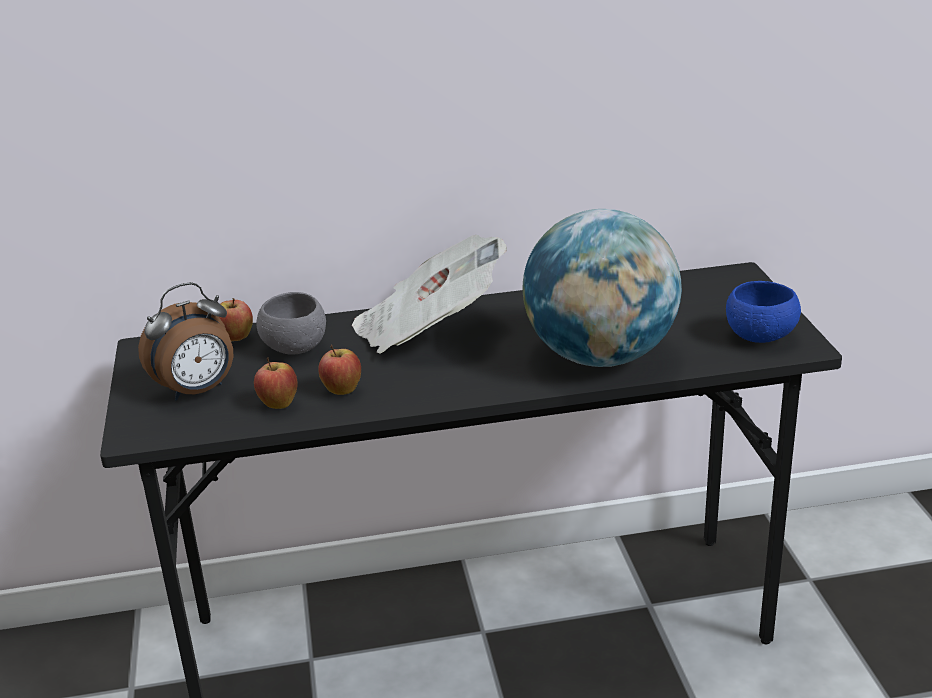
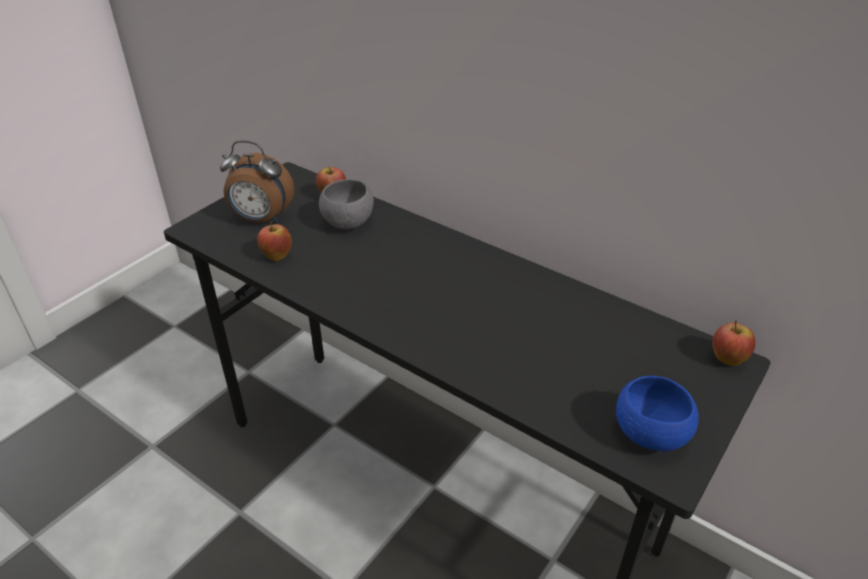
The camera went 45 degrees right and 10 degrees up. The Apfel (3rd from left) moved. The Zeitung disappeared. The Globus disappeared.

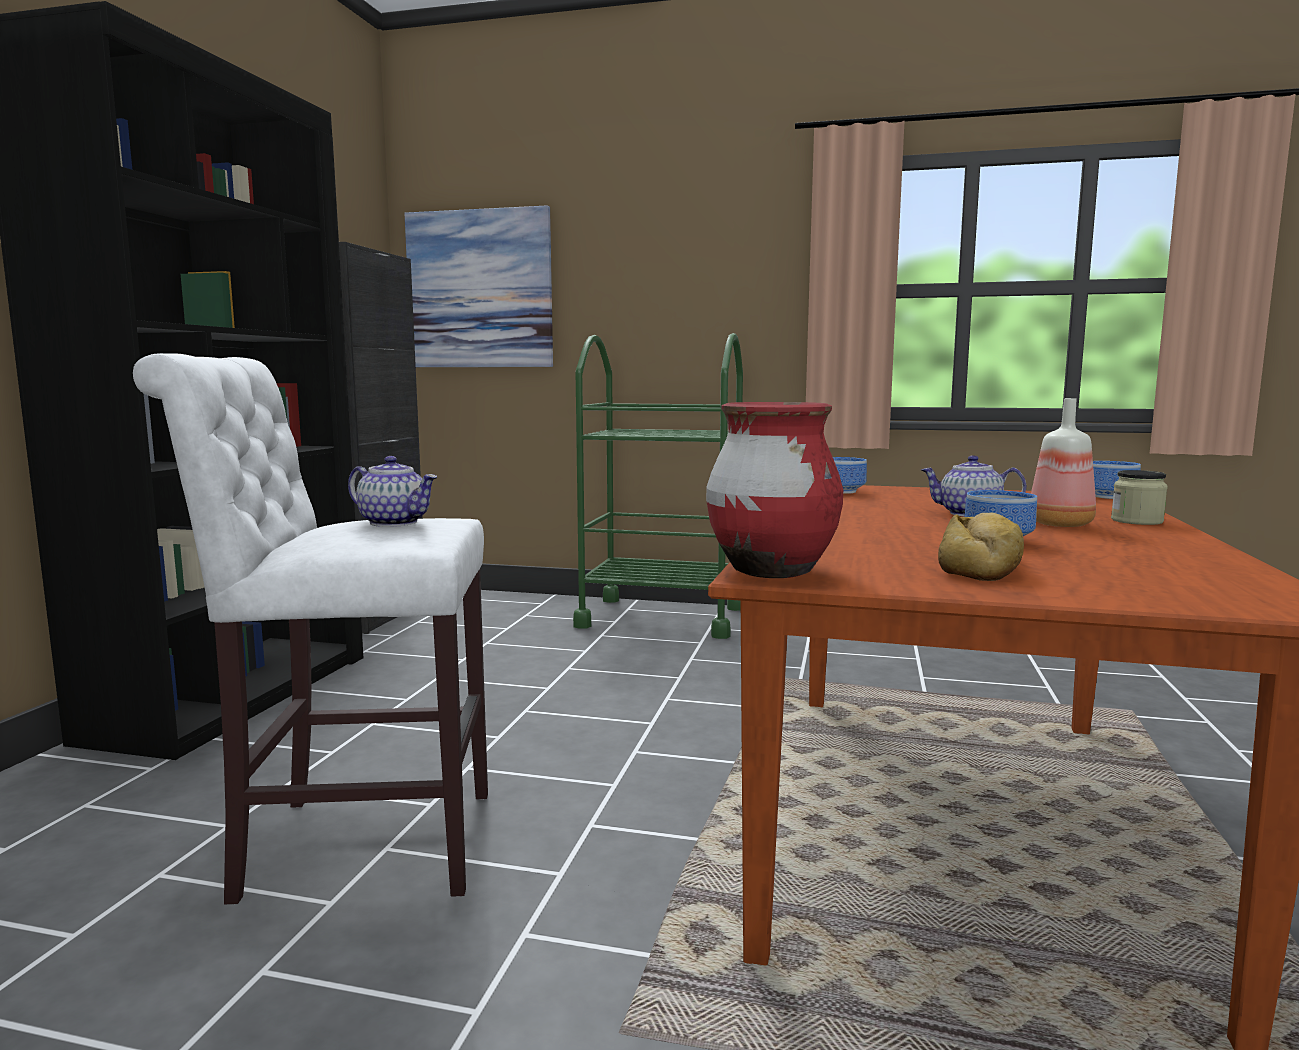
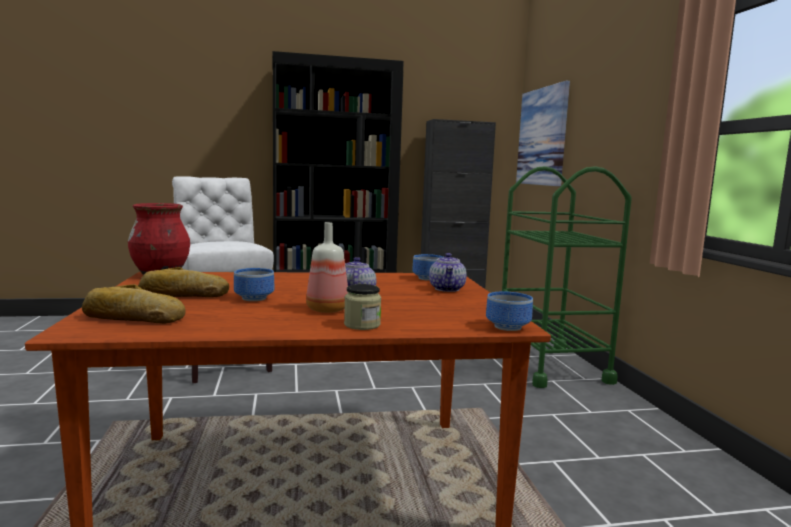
The camera went 65 degrees right and 0 degrees up. The Teekanne (1st from left in the first image) moved. The Brot (1st from left) appeared.

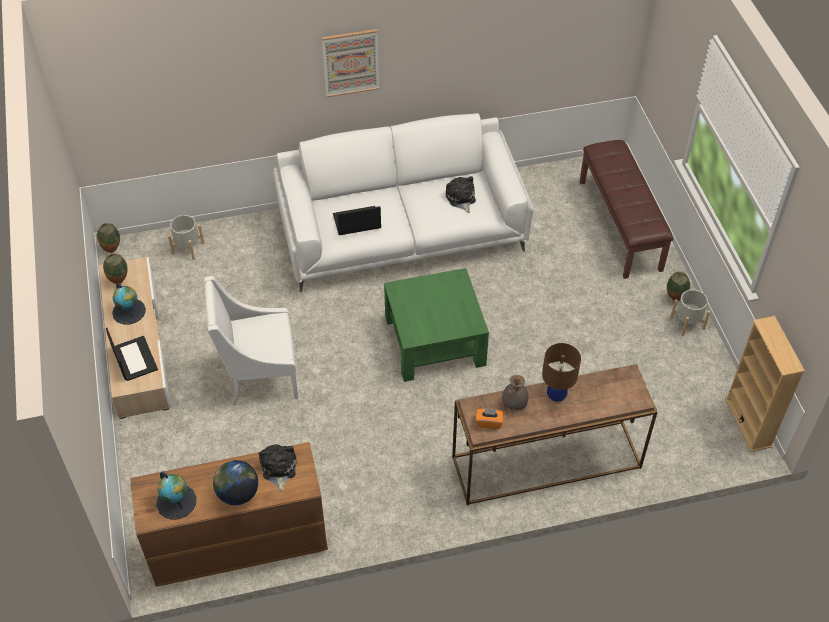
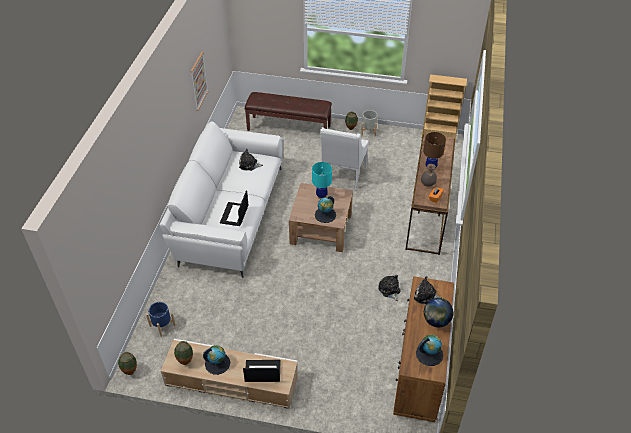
The camera went 65 degrees left and 5 degrees down. The Pflanzkübel/grau (1st from left) became the Pflanzkübel/blau. The Sessel/weiß moved. The Bild moved. The Couchtisch/grün became the Couchtisch/braun. The Tischlampe/türkis appeared. The Globus (2nd from left) appeared. The Plüschtier (2nd from left) appeared.

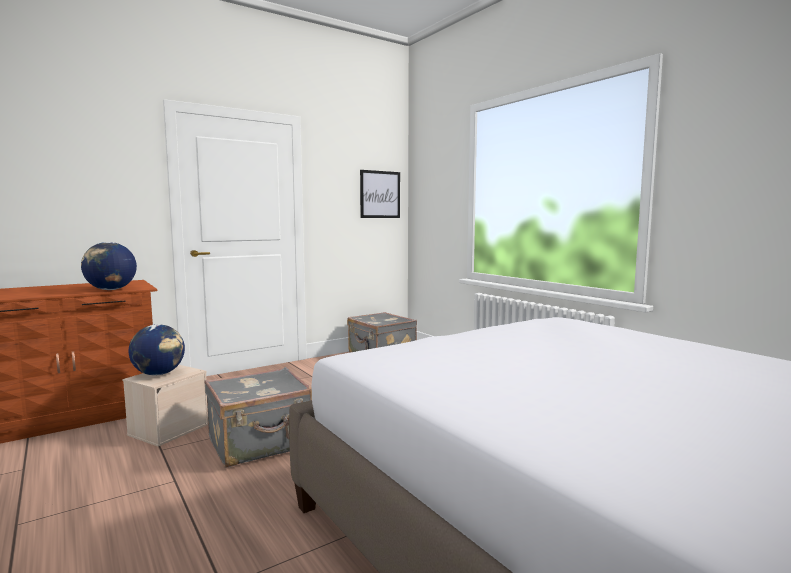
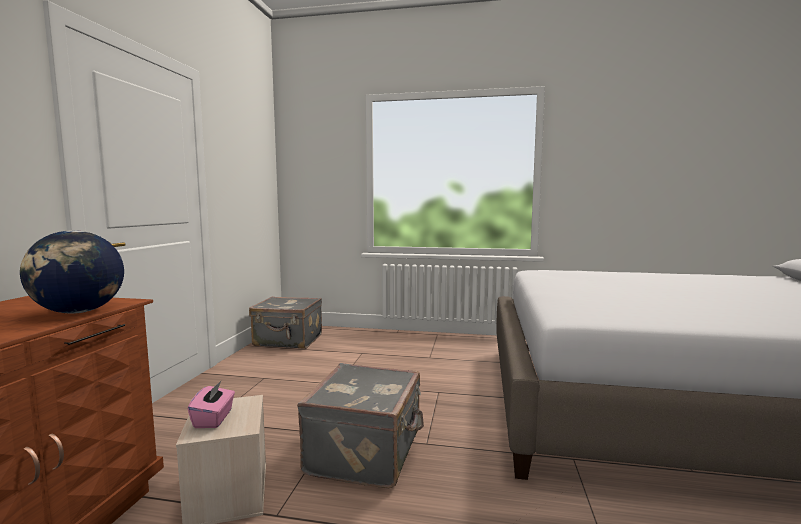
The camera went 45 degrees left and 0 degrees up. The Globus (2nd from left) was replaced by the Taschentuchbox/rosa. The Bild disappeared.

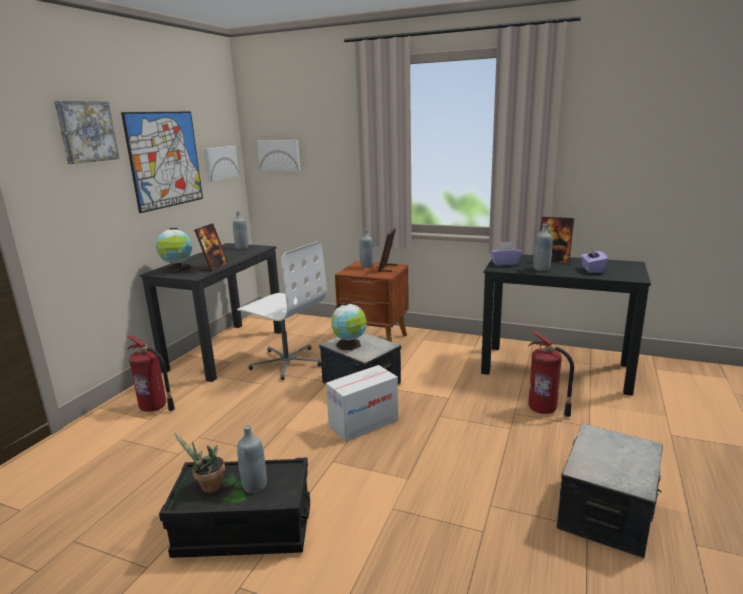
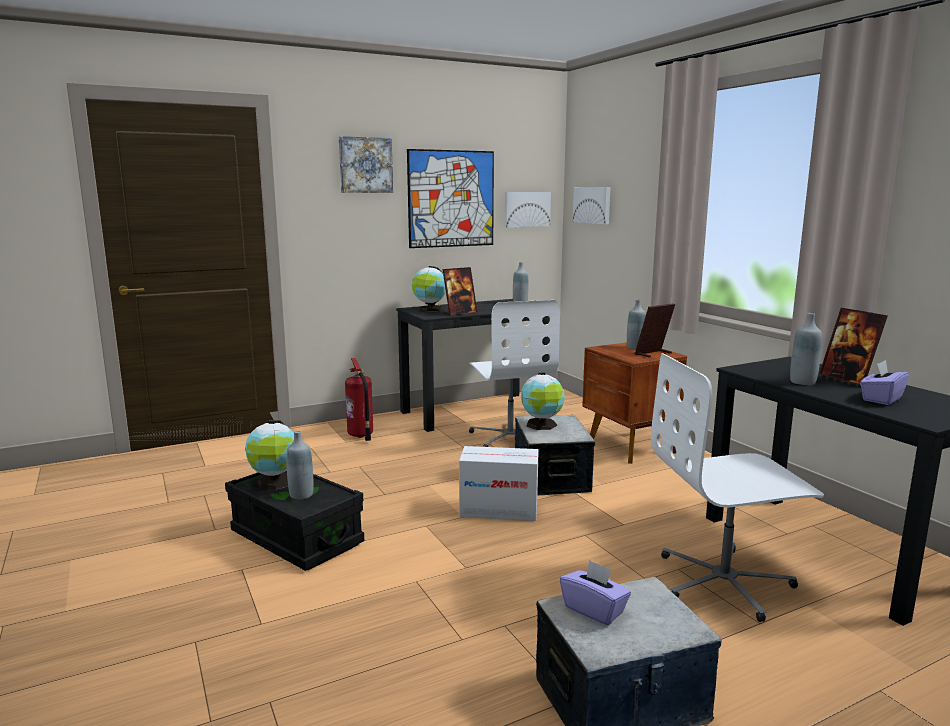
The camera went 40 degrees right and 5 degrees down. The Topfpflanze was replaced by the Globus (1st from left). The Taschentuchbox/lila (1st from left) moved. The Feuerlöscher (2nd from left) was replaced by the Bürostuhl/weiß (2nd from left).

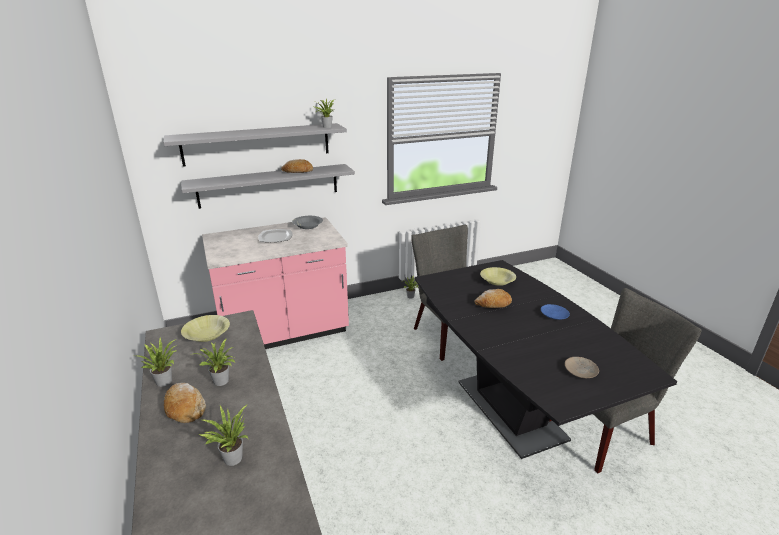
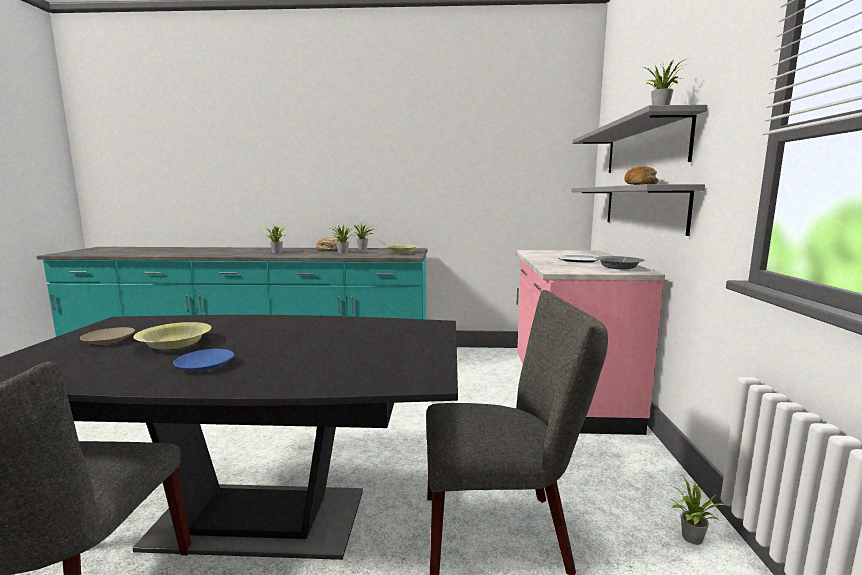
The camera went 115 degrees right and 15 degrees down. The Brot (3rd from left) disappeared. The Schüssel/gelb (2nd from left in the first image) moved.

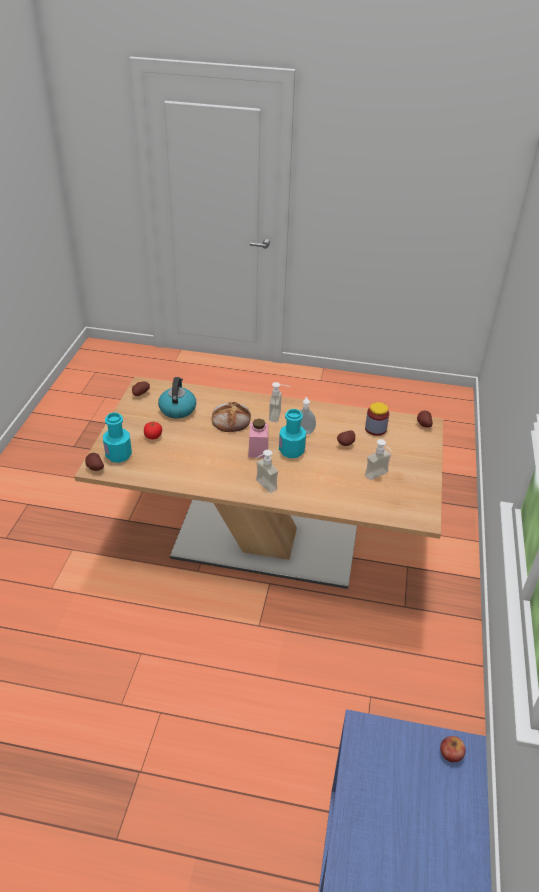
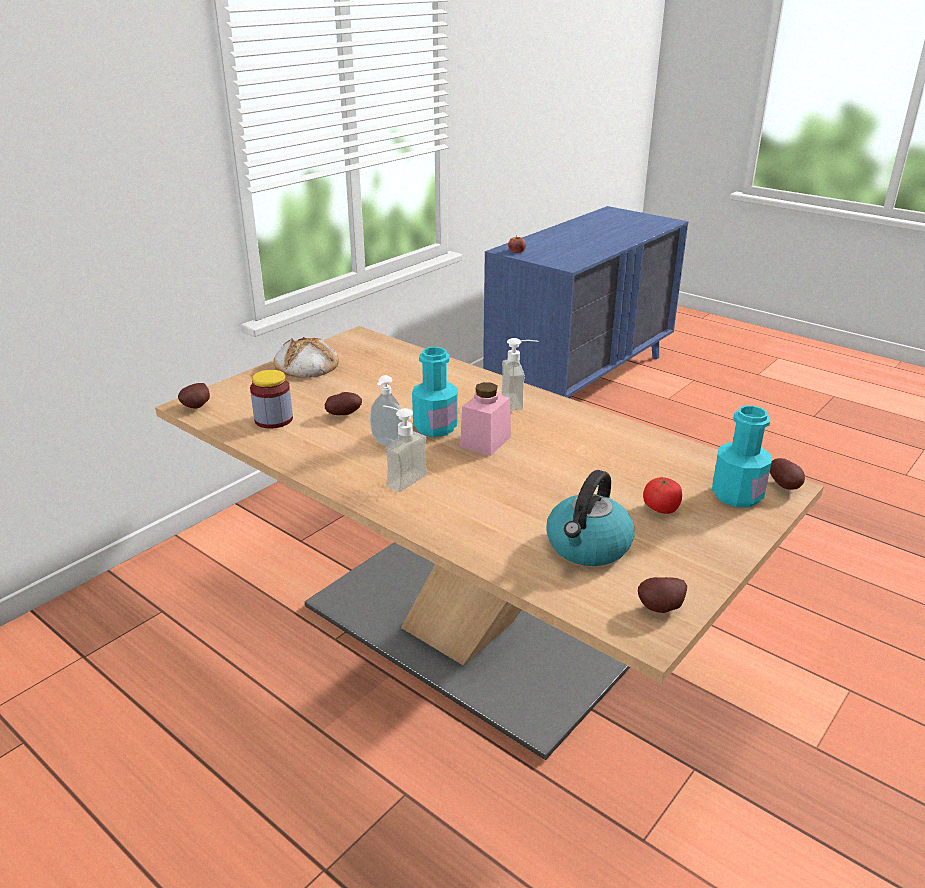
The camera went 150 degrees left and 10 degrees down. The Brot moved. The Seifenspender (4th from left) disappeared.

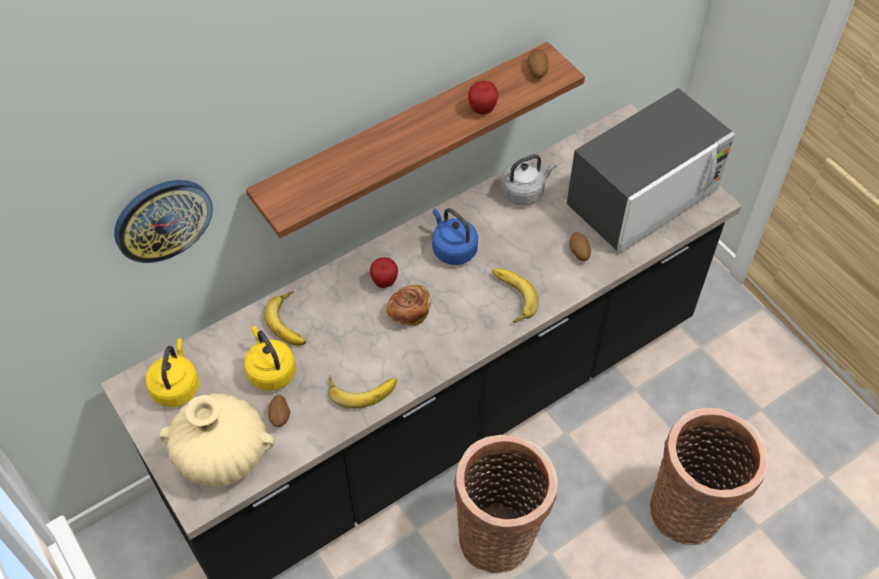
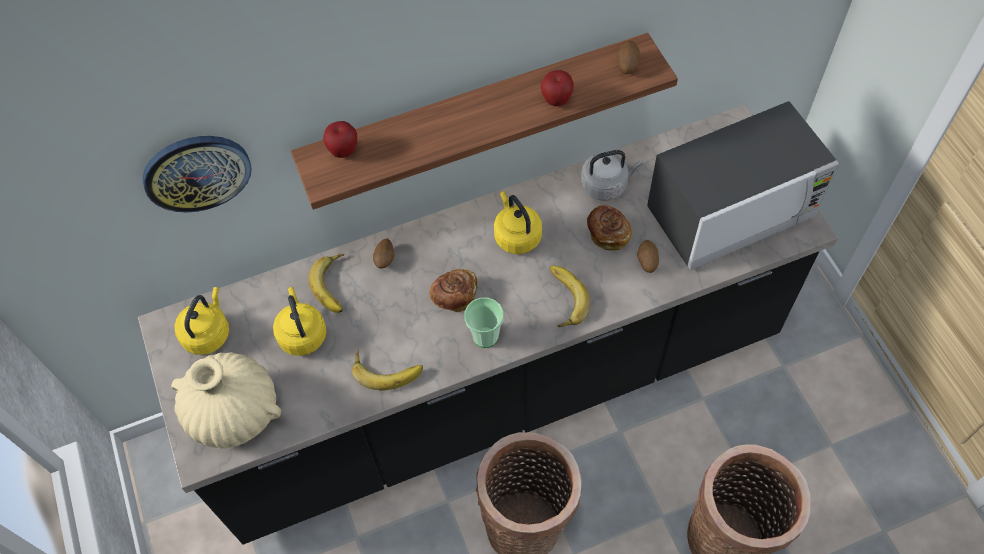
The camera went 15 degrees right and 5 degrees up. The Kartoffel (1st from left) moved. The Apfel (1st from left) moved. The Wasserkessel/blau became the Wasserkessel/gelb (3rd from left). The Tasse appeared. The Brot (2nd from left) appeared.

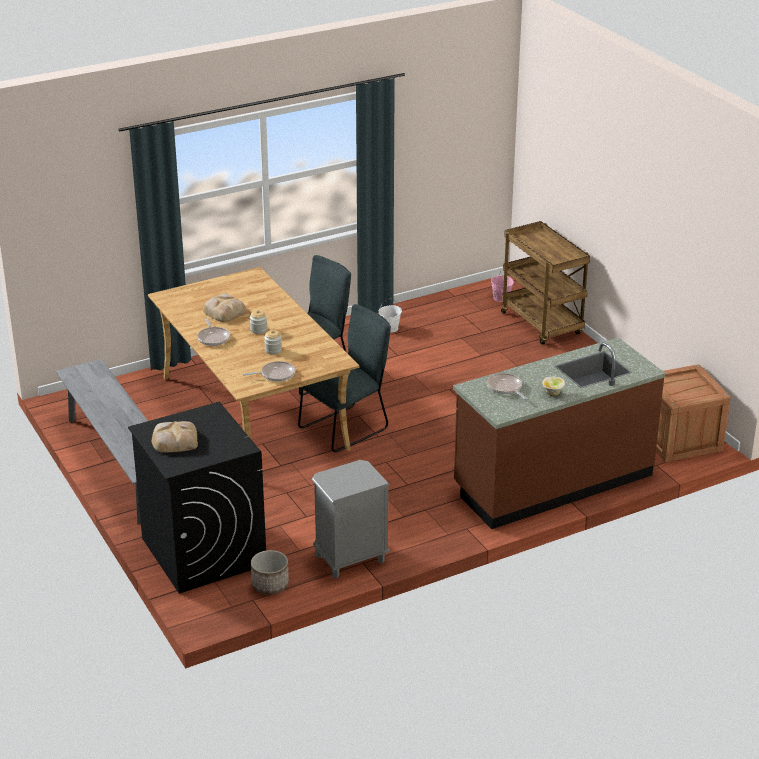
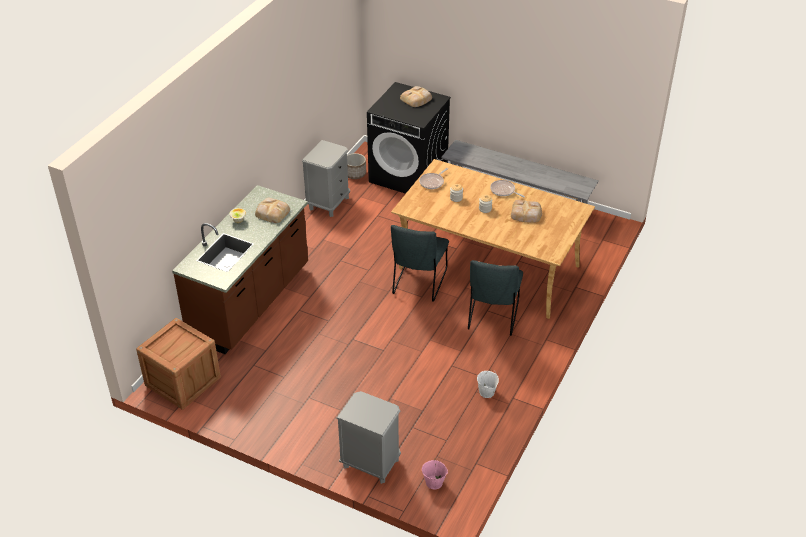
The camera went 145 degrees right and 10 degrees up. The Pfanne (3rd from left) was replaced by the Brot (1st from left). The Rollwagen/braun was replaced by the Nachttisch/grau (2nd from left).

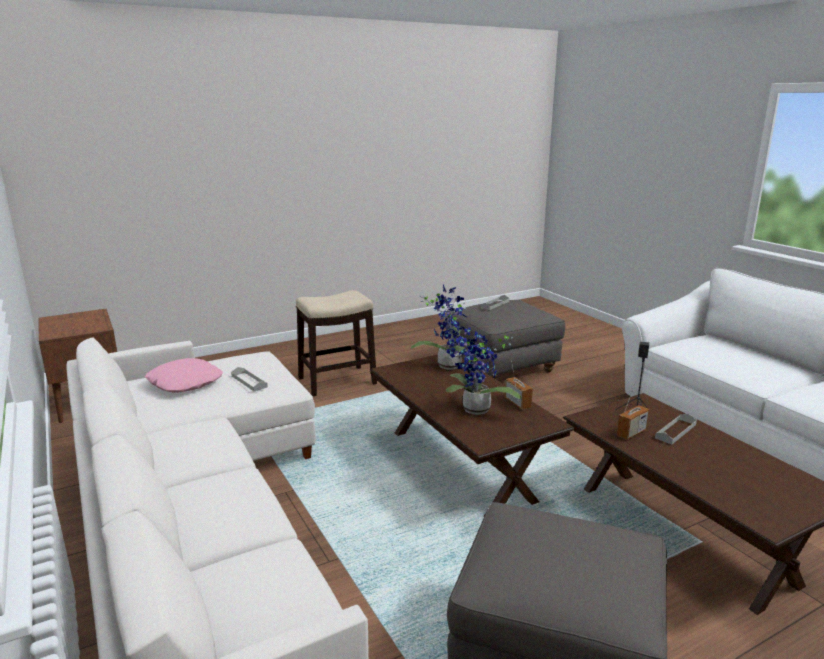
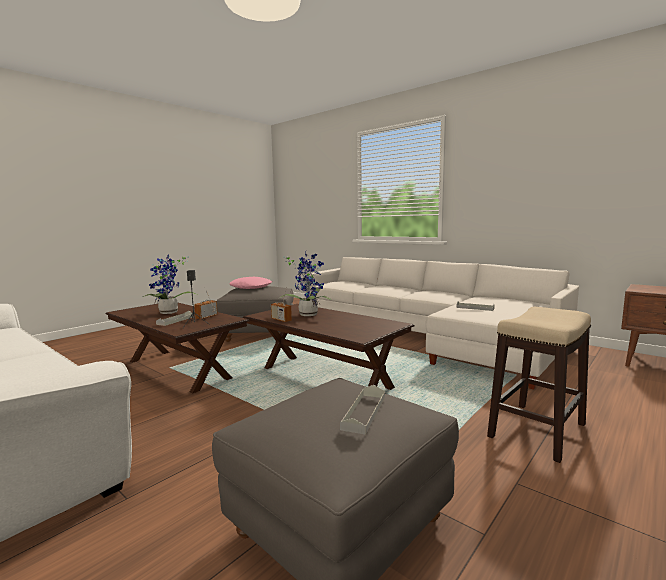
The camera went 160 degrees right and 10 degrees down. The Kissen/rosa moved. The Topfpflanze (1st from left) moved.

